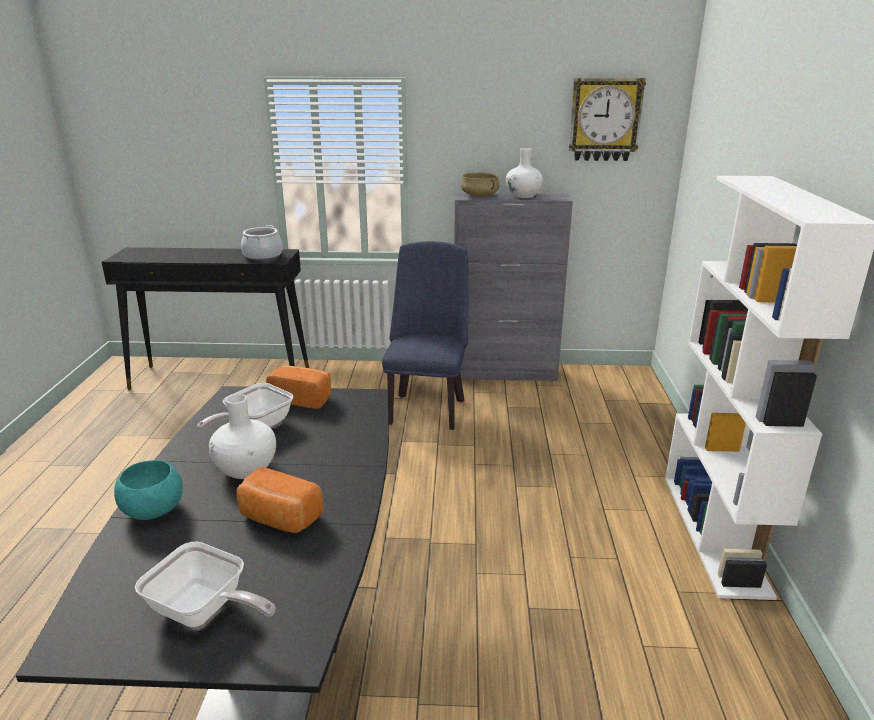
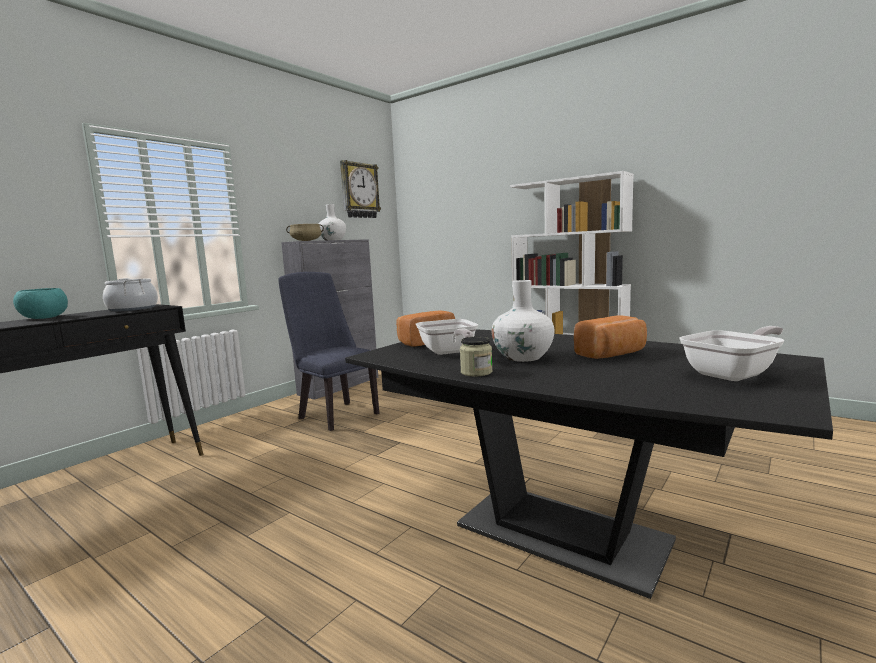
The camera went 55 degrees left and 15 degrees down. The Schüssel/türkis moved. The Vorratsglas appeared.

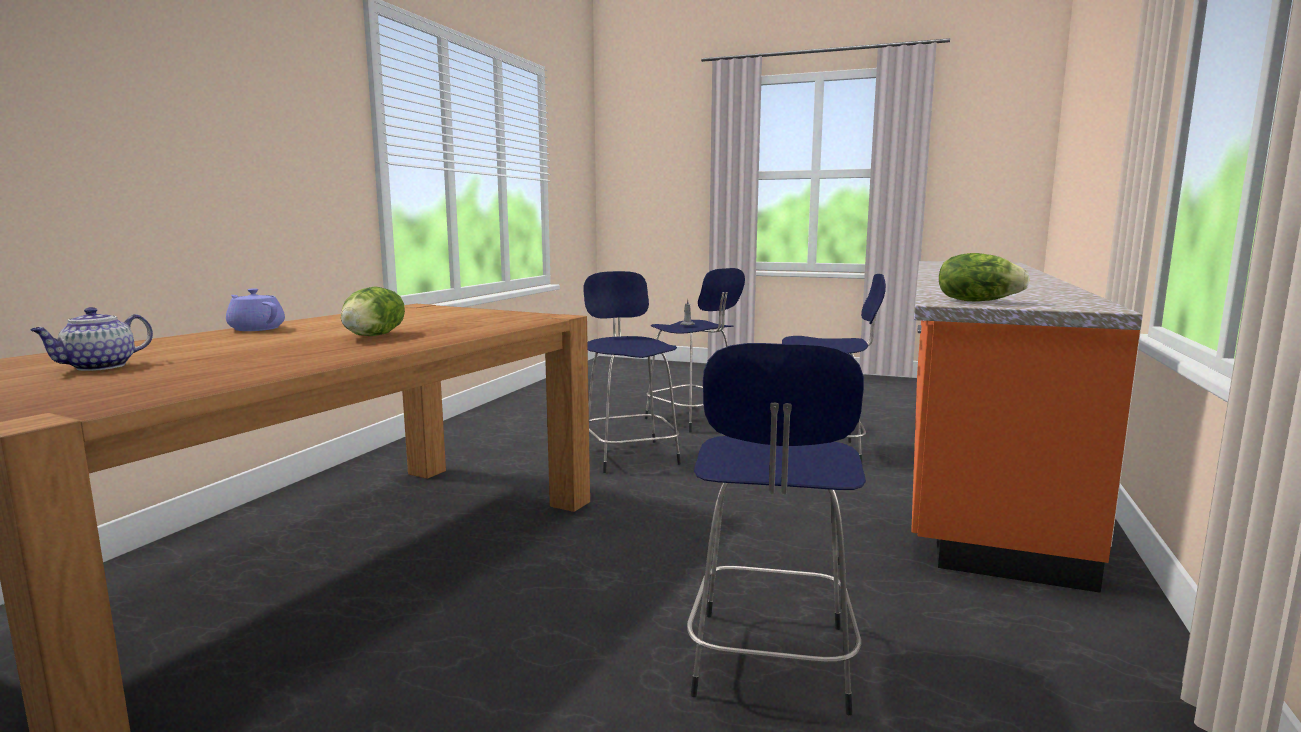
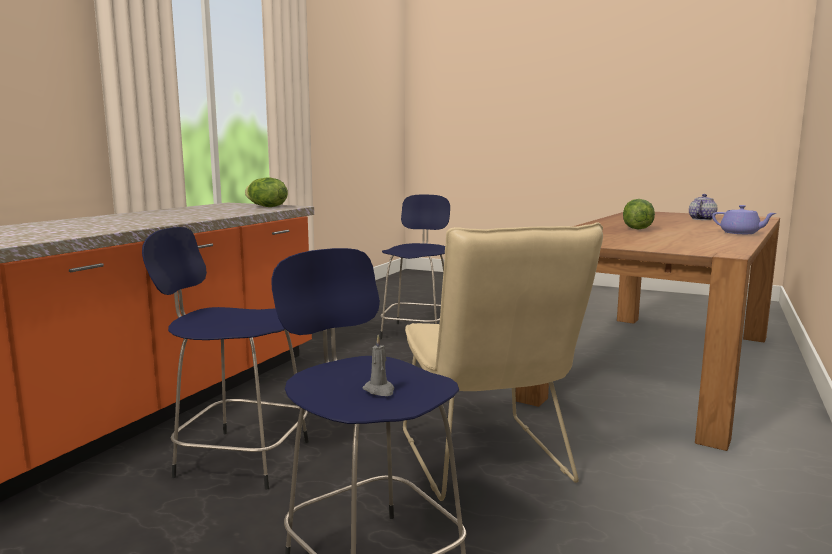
The camera went 175 degrees left and 0 degrees up. The Hocker/blau (1st from left) was replaced by the Stuhl/beige.

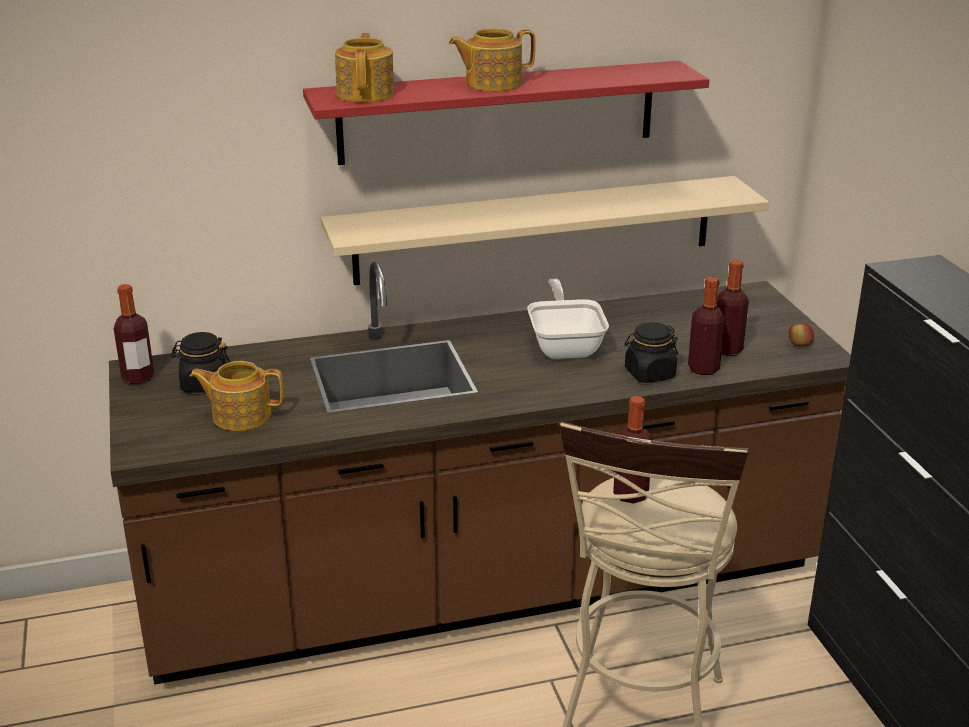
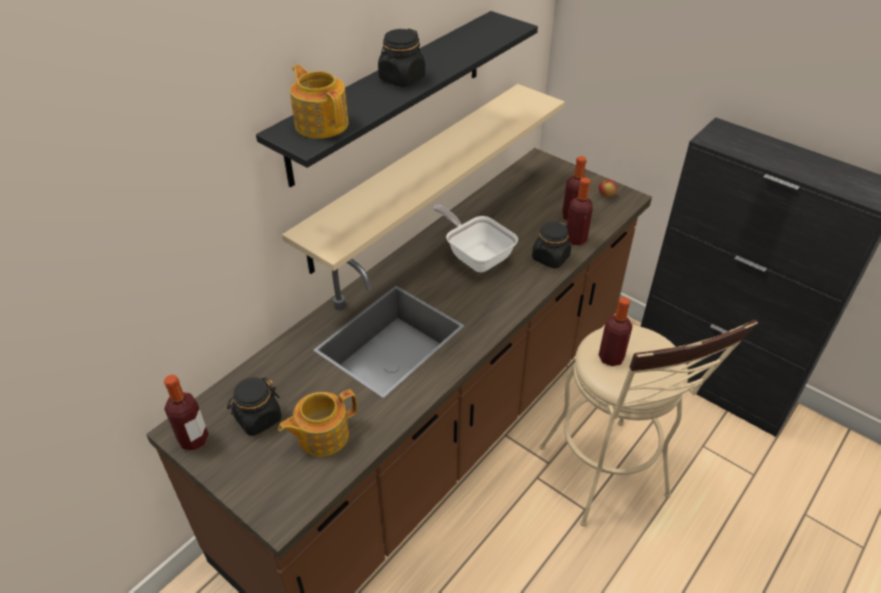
The camera went 35 degrees left and 15 degrees up. The Wandregal/rot became the Wandregal/schwarz. The Teekanne (3rd from left) was replaced by the Vorratsglas/schwarz (2nd from left).

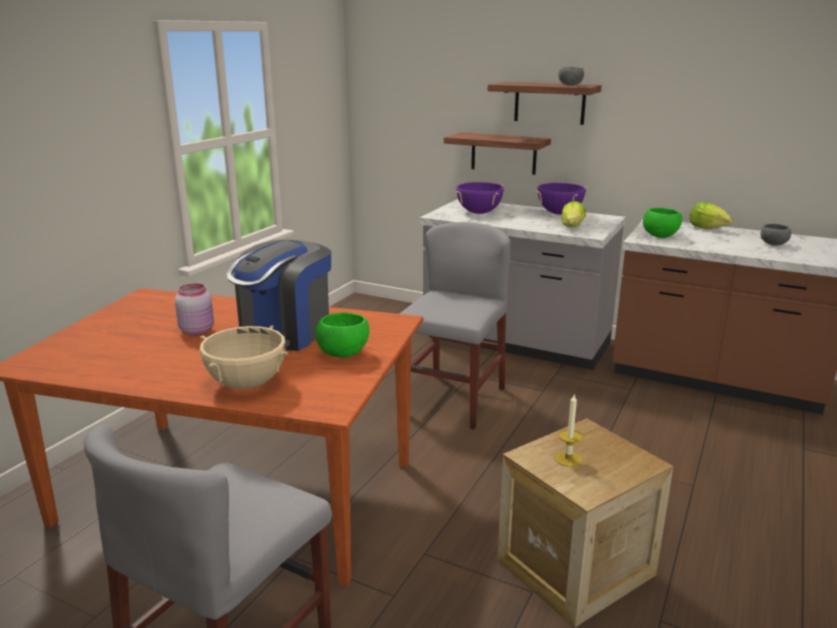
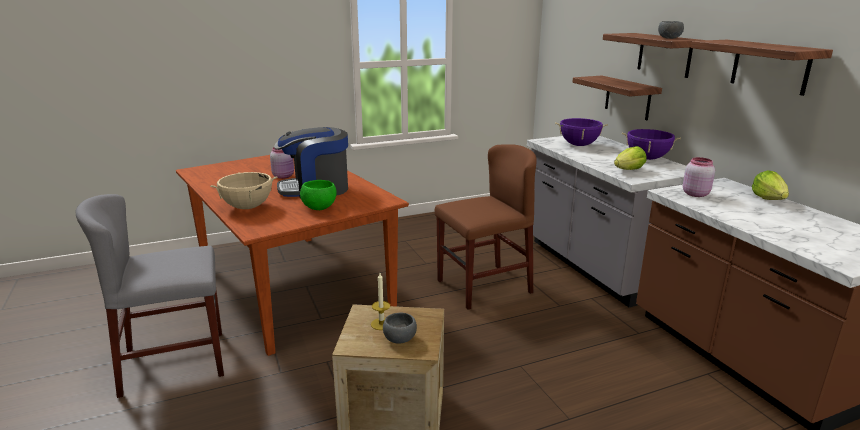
The camera went 40 degrees right and 0 degrees up. The Stuhl/grau (2nd from left) became the Stuhl/braun. The Schüssel/grün (2nd from left) was replaced by the Vorratsglas/rosa (2nd from left). The Schüssel/grau (2nd from left in the first image) moved. The Wandregal (3rd from left) appeared.

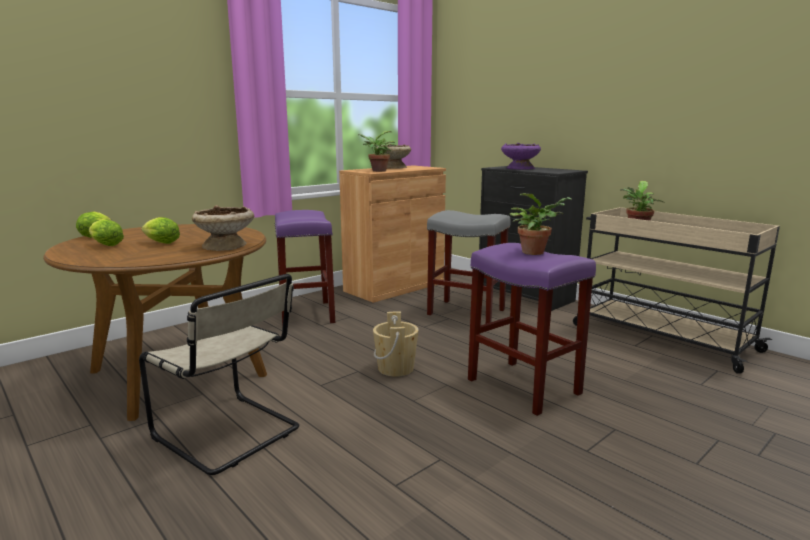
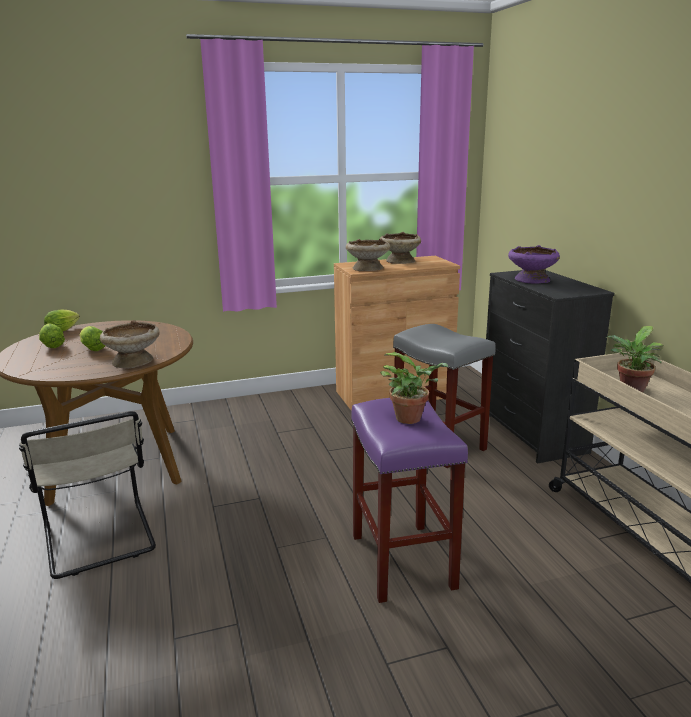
The camera went 25 degrees right and 5 degrees up. The Hocker/lila (1st from left) disappeared. The Topfpflanze (1st from left) was replaced by the Schüssel/beige (2nd from left). The Eimer/beige disappeared.

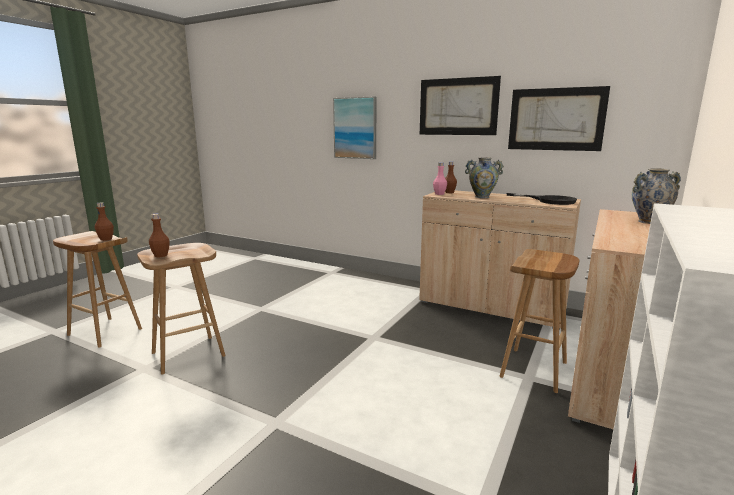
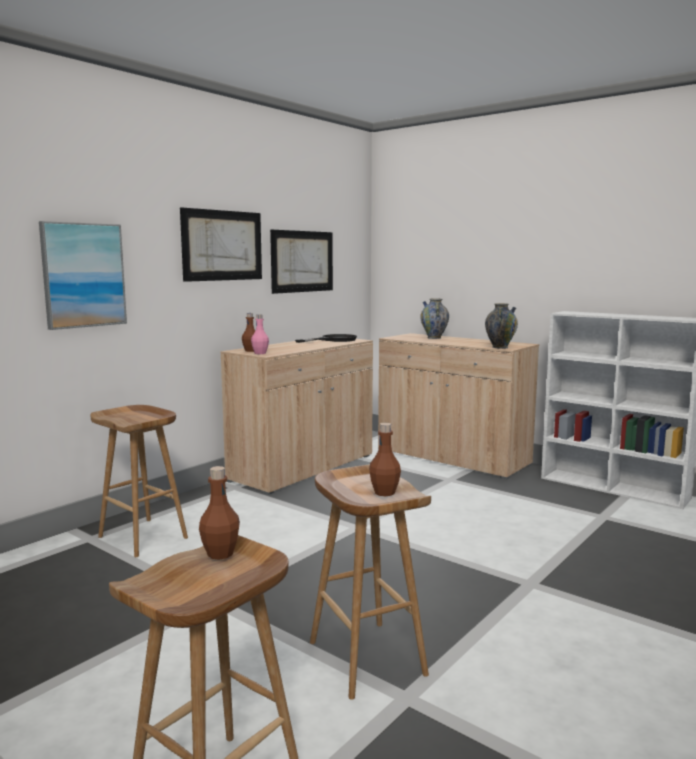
The camera went 80 degrees left and 5 degrees down. The Vase (1st from left in the first image) moved. The Hocker/braun (3rd from left in the first image) moved.

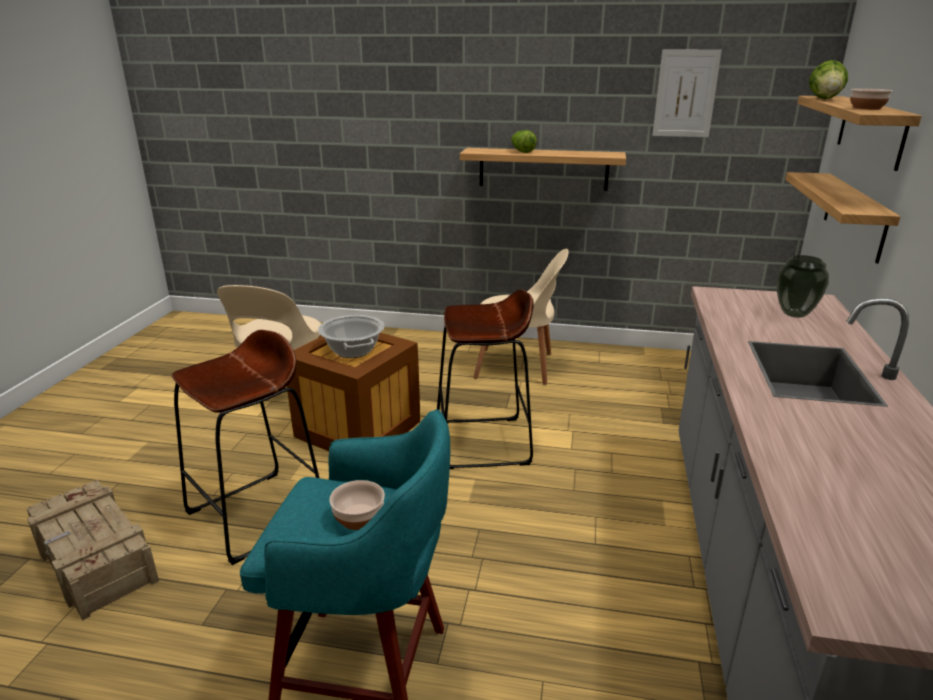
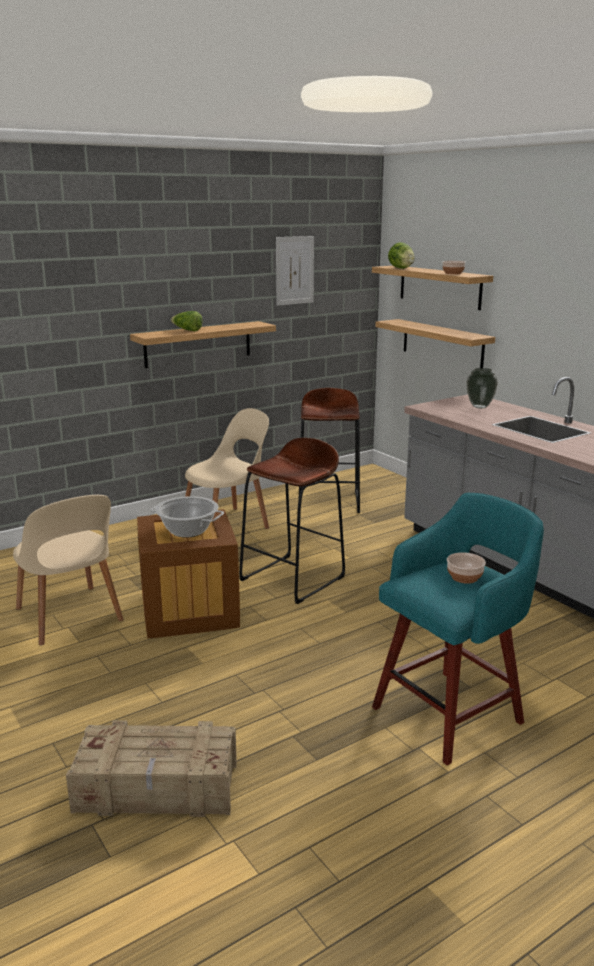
The camera went 45 degrees left and 5 degrees down. The Hocker/braun (1st from left in the first image) moved.

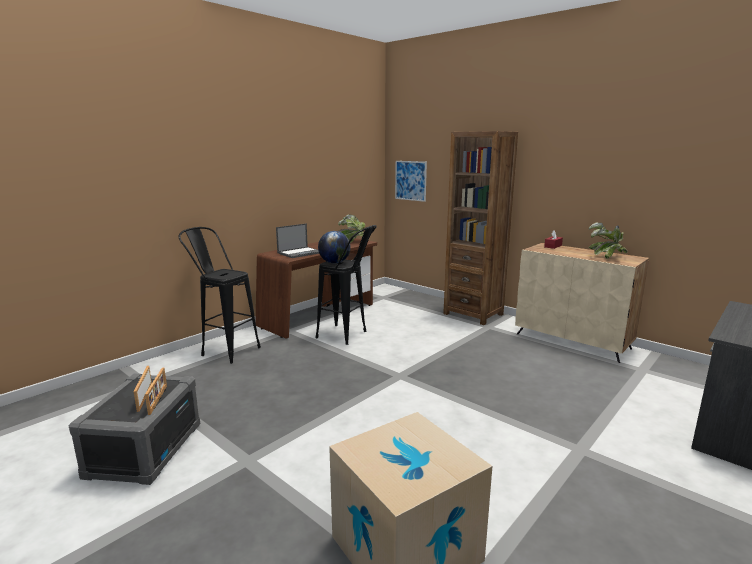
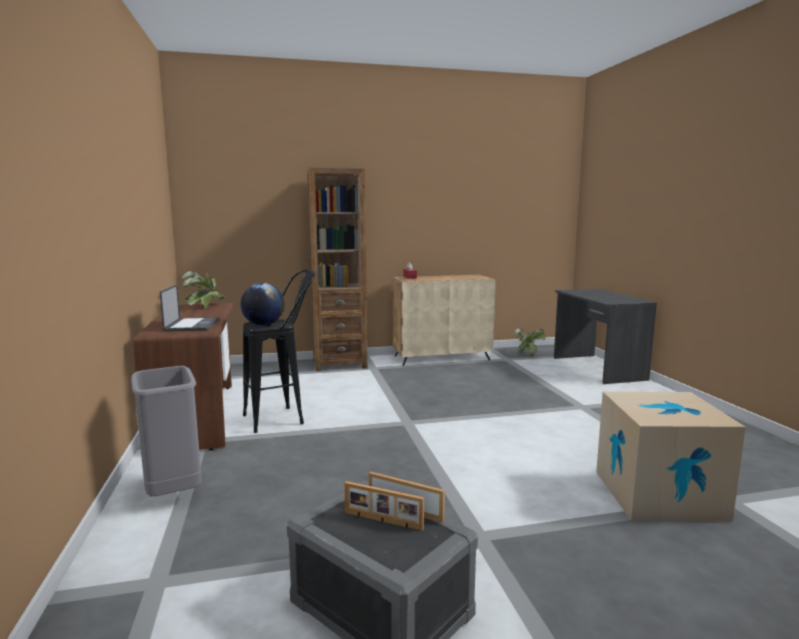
The camera went 55 degrees left and 5 degrees down. The Hocker/schwarz (1st from left) was replaced by the Mülleimer/grau. The Bild disappeared. The Topfpflanze (2nd from left) moved.

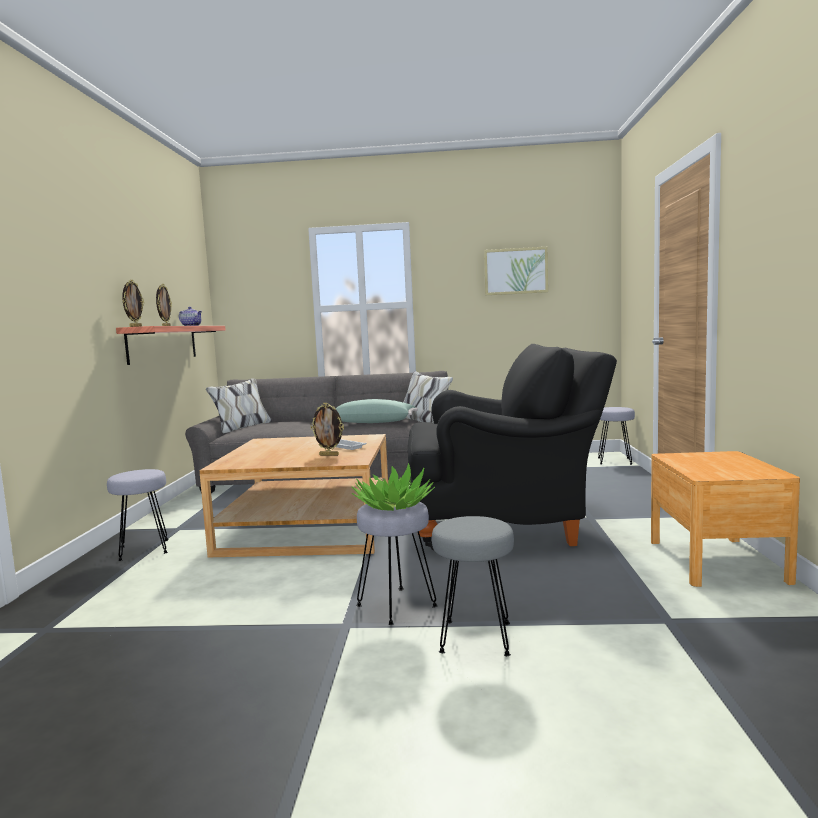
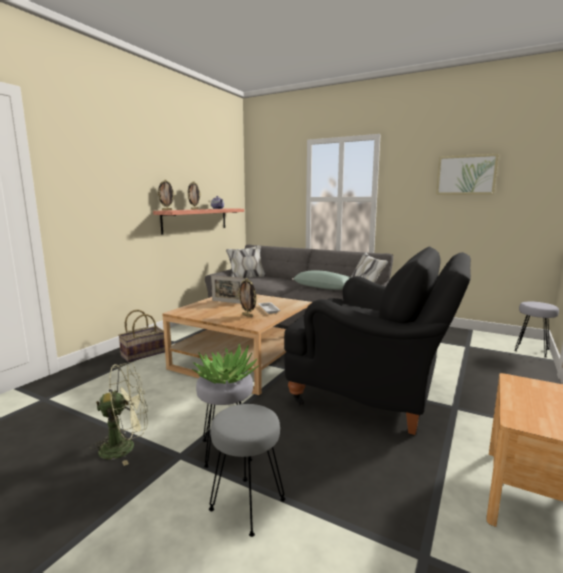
The camera went 25 degrees right and 5 degrees up. The Hocker/grau (1st from left) was replaced by the Korb. The Ventilator/grün appeared. The Bilderrahmen (3rd from left) appeared.

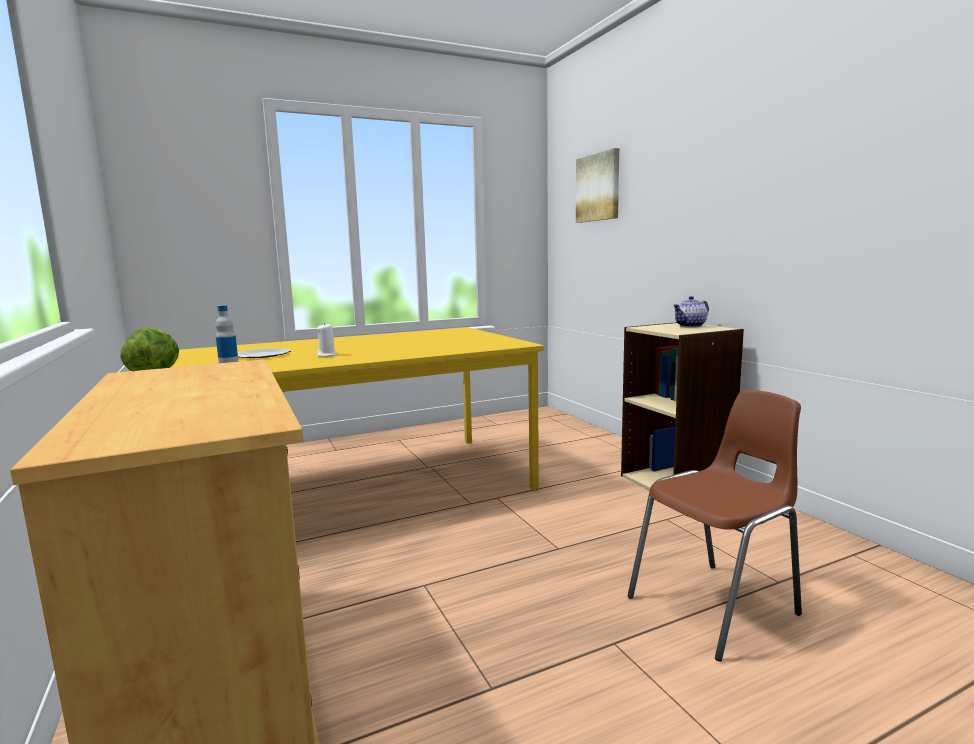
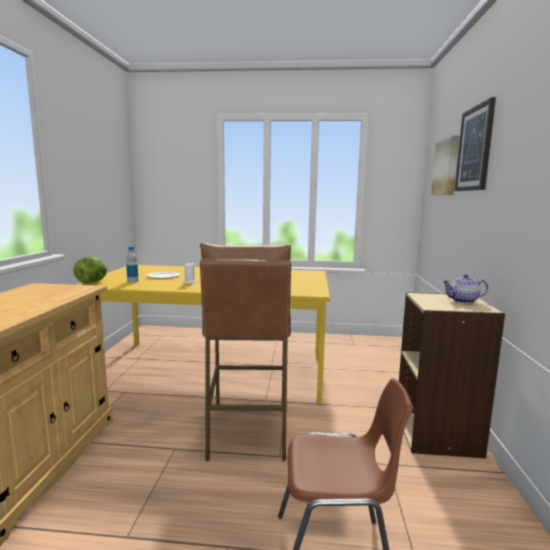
The camera went 30 degrees right and 0 degrees up. The Hocker/braun appeared. The Bild (2nd from left) appeared.

